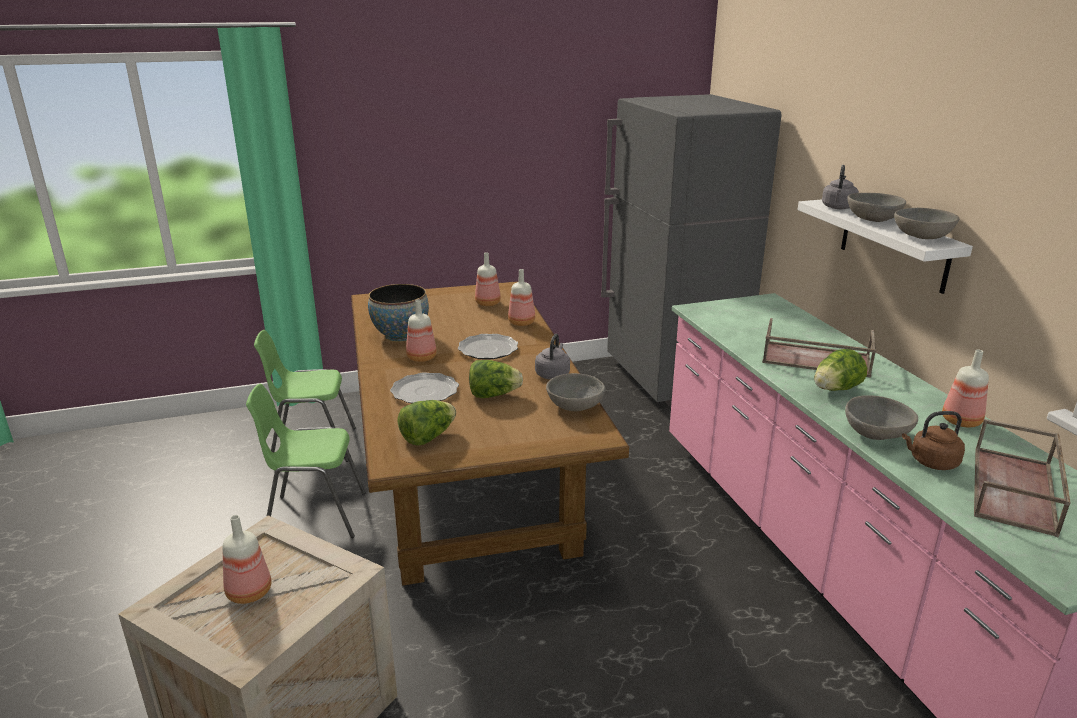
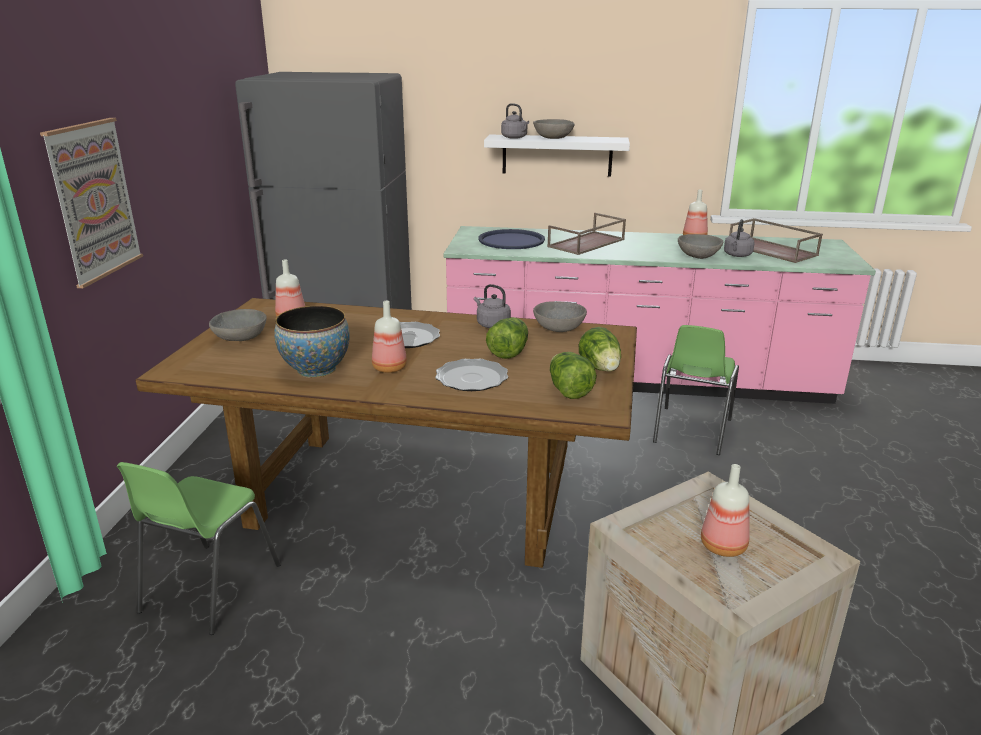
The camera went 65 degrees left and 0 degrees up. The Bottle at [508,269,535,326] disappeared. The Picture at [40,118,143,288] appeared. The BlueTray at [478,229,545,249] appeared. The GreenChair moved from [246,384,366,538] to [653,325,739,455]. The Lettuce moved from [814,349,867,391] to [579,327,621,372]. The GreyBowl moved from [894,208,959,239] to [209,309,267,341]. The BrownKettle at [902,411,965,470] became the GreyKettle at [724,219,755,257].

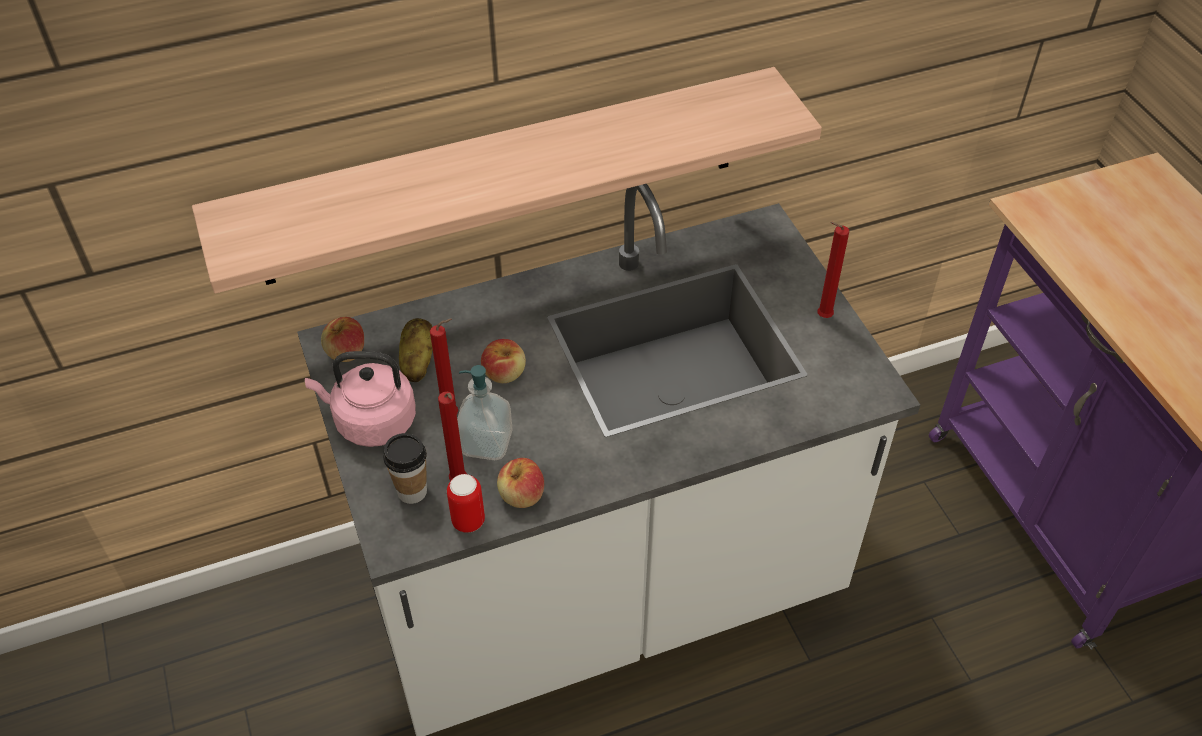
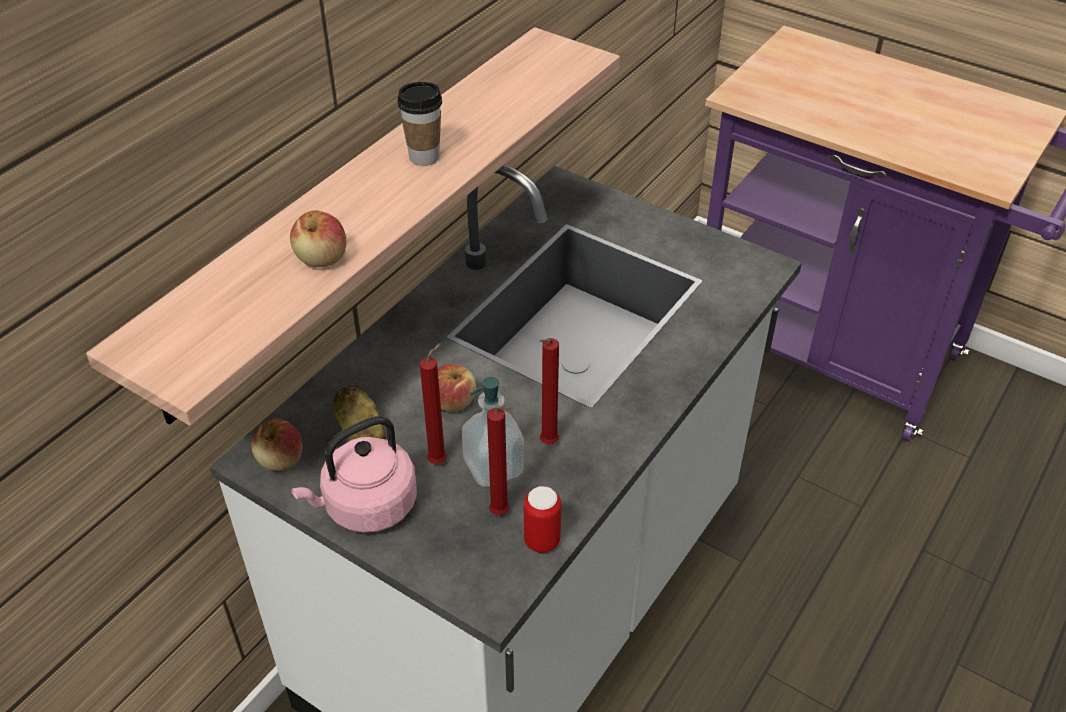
The camera went 35 degrees left and 5 degrees down. The Cup moved from [383,433,427,504] to [397,82,442,166]. The Apple moved from [497,458,544,508] to [290,210,346,267]. The RedCandle moved from [817,222,849,318] to [540,338,559,444].

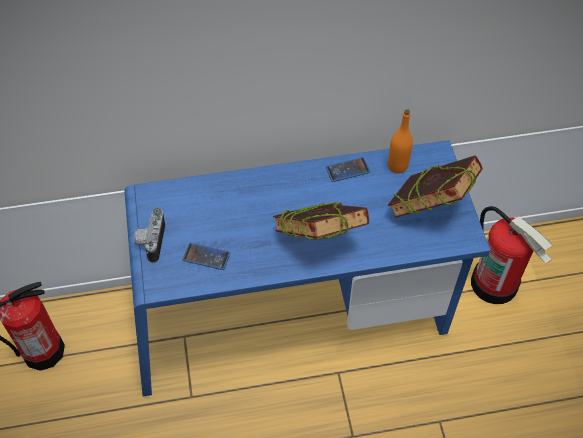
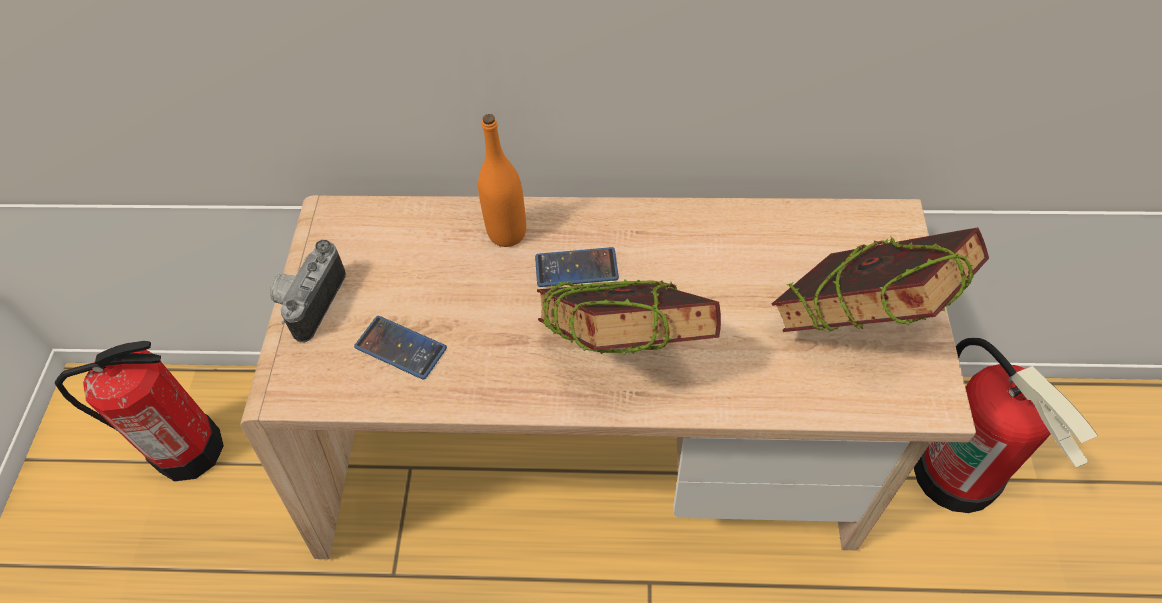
The camera went 15 degrees right and 0 degrees up. The Phone moved from [326,157,370,182] to [535,247,619,287]. The OrangeBottle moved from [388,110,413,174] to [478,114,526,247]. The BlueDesk at [124,140,490,396] became the BeigeDesk at [240,195,976,559].

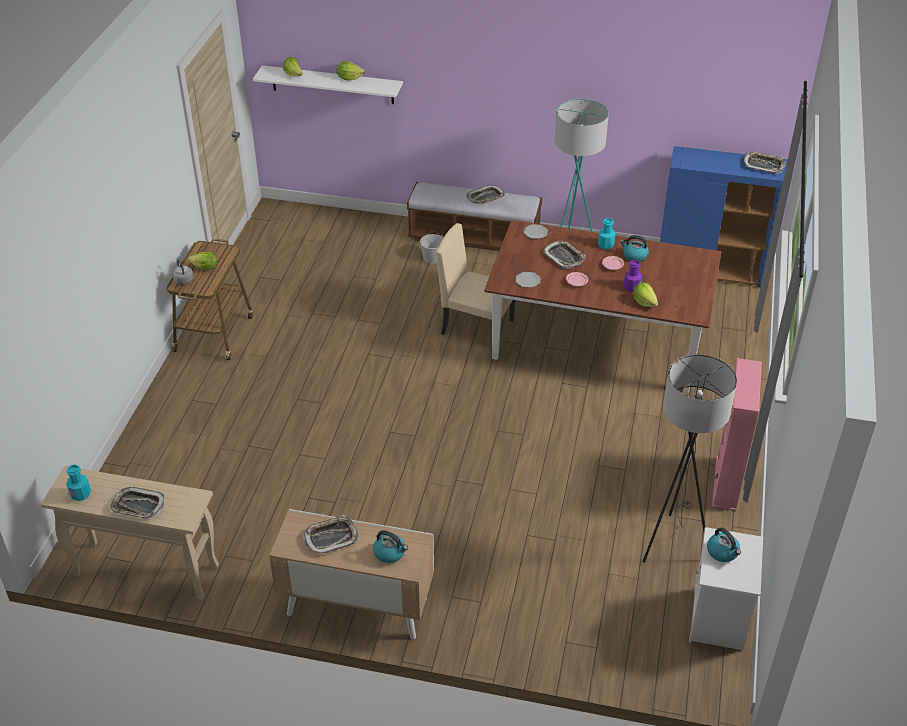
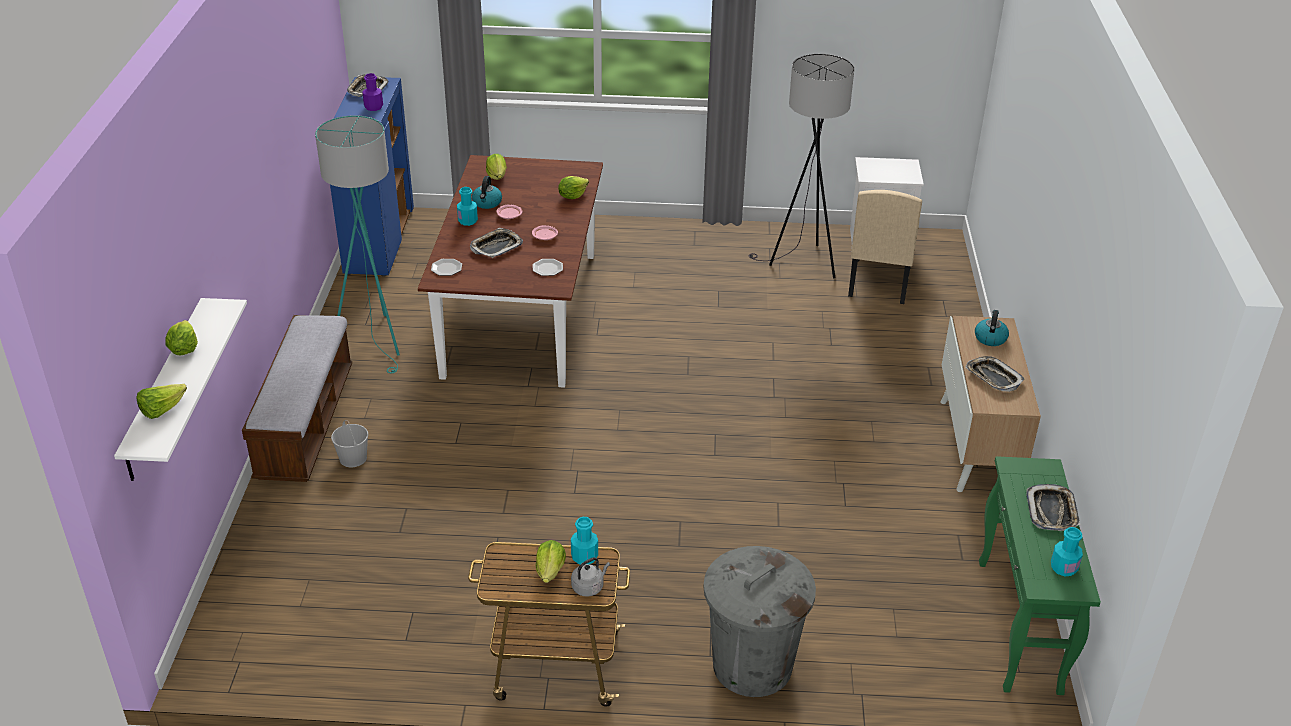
The camera went 100 degrees left and 5 degrees down. The Tray at [466,185,505,205] disappeared. The Kettle at [707,527,741,562] disappeared. The PinkBookcase at [712,358,762,511] disappeared. The Lettuce at [486,154,507,180] appeared. The TurquoiseBottle at [571,517,598,565] appeared. The GreyTrashCan at [704,546,816,697] appeared. The BeigeChair moved from [436,223,515,335] to [848,190,922,304]. The PurpleBottle moved from [624,260,642,292] to [362,73,383,111]. The BeigeConsoleTable at [41,466,219,599] became the GreenConsoleTable at [979,456,1101,695].

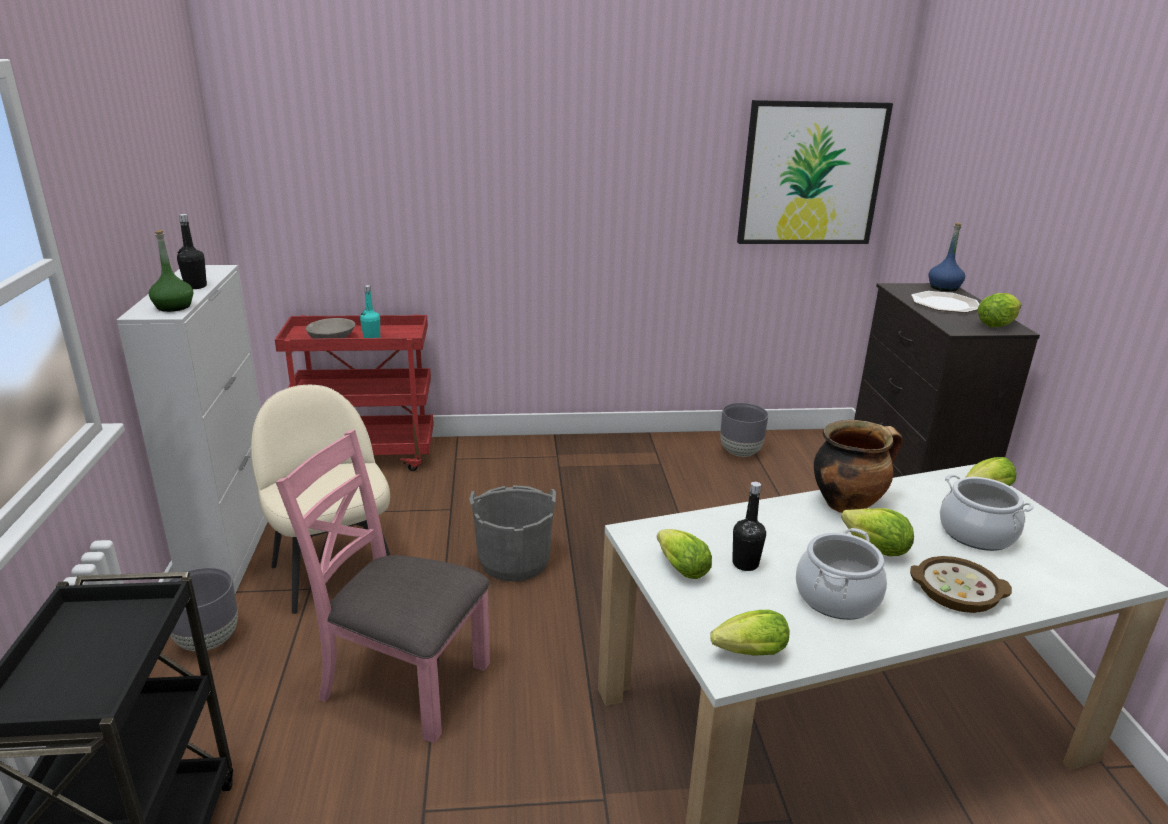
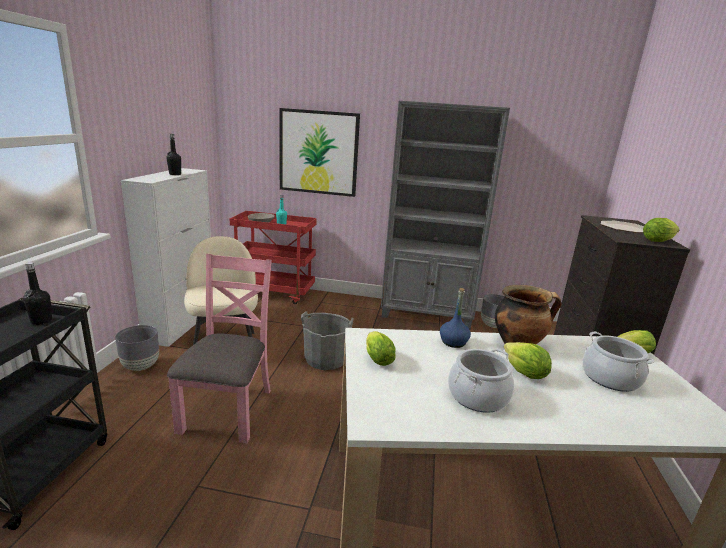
The camera went 15 degrees right and 5 degrees down. The GreenBottle at [149,230,193,312] disappeared. The Lettuce at [710,610,789,656] disappeared. The Bowl at [910,556,1012,613] disappeared. The GreyBookcase at [381,101,510,329] appeared. The BlackBottle moved from [732,482,766,571] to [23,262,52,325]. The Picture moved from [737,100,893,244] to [279,108,360,197]. The BlueBottle moved from [928,222,965,292] to [440,288,471,348]. The PinkChair at [276,430,490,743] turned 60 degrees clockwise.

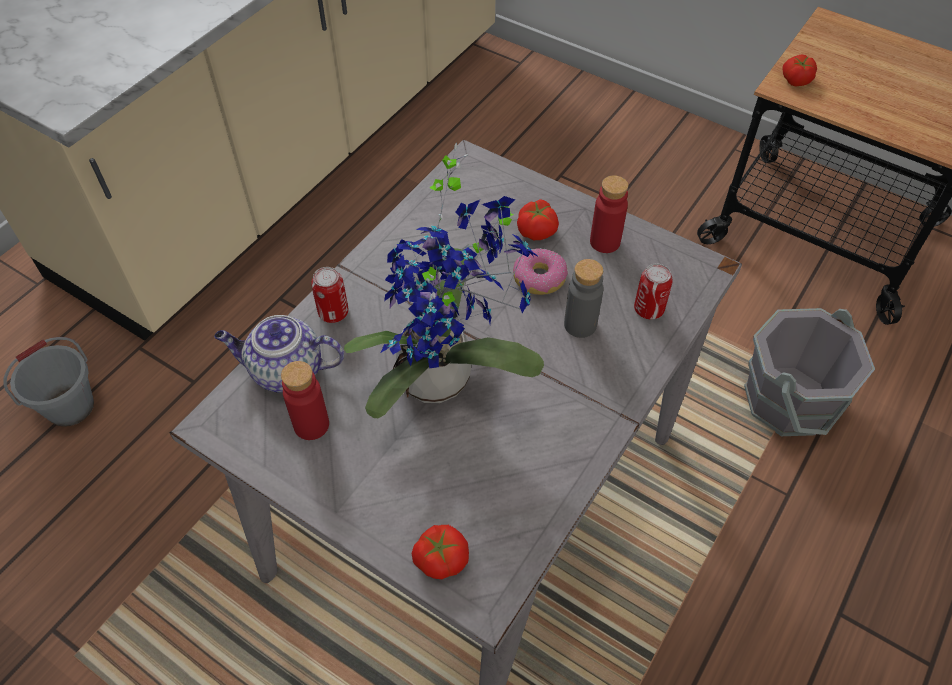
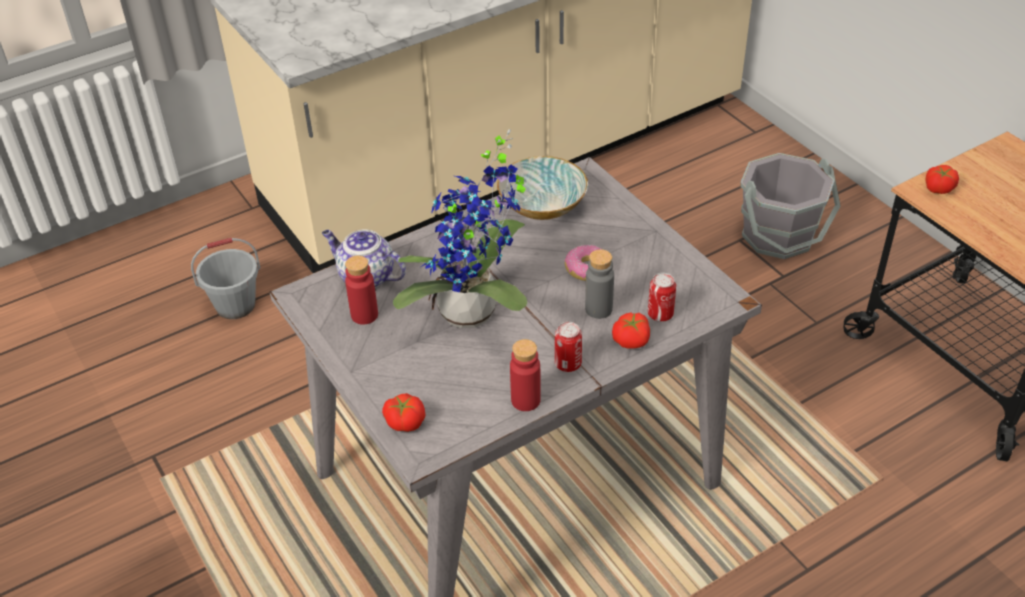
The camera went 25 degrees right and 10 degrees down. The Bowl at [497,156,588,220] appeared. The Can moved from [311,267,349,323] to [555,322,582,372]. The Tomato moved from [517,199,559,240] to [612,313,650,349]. The RedBottle moved from [590,175,628,253] to [510,339,541,411]. The GreyBucket moved from [744,308,875,436] to [740,153,841,259].

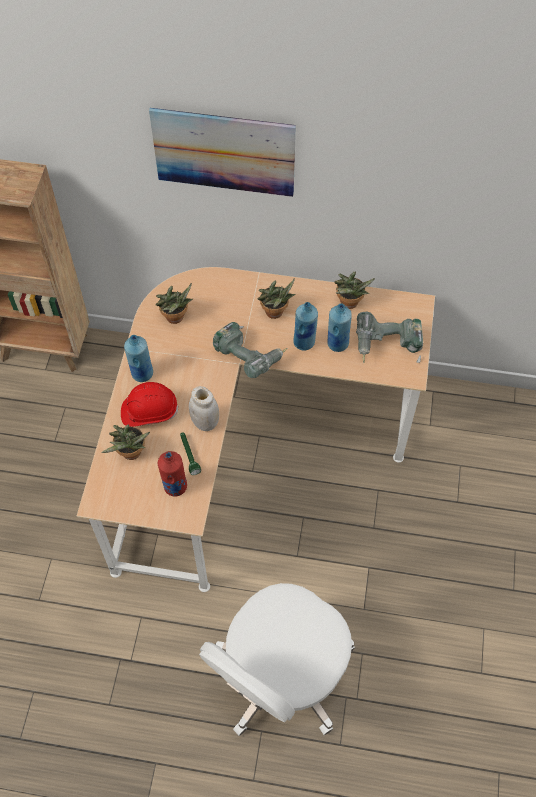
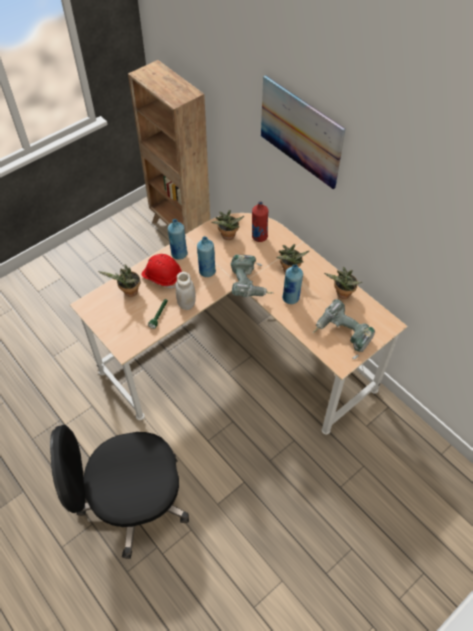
The camera went 40 degrees right and 5 degrees down. The RedBottle moved from [158,451,187,497] to [252,201,269,242]. The BlueBottle moved from [327,303,352,352] to [197,236,216,277]. The WhiteOfficeChair at [199,583,355,736] became the BlackOfficeChair at [50,425,189,559].

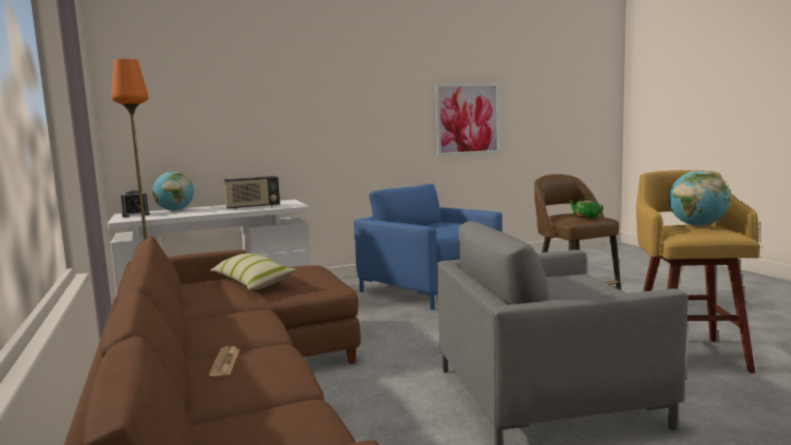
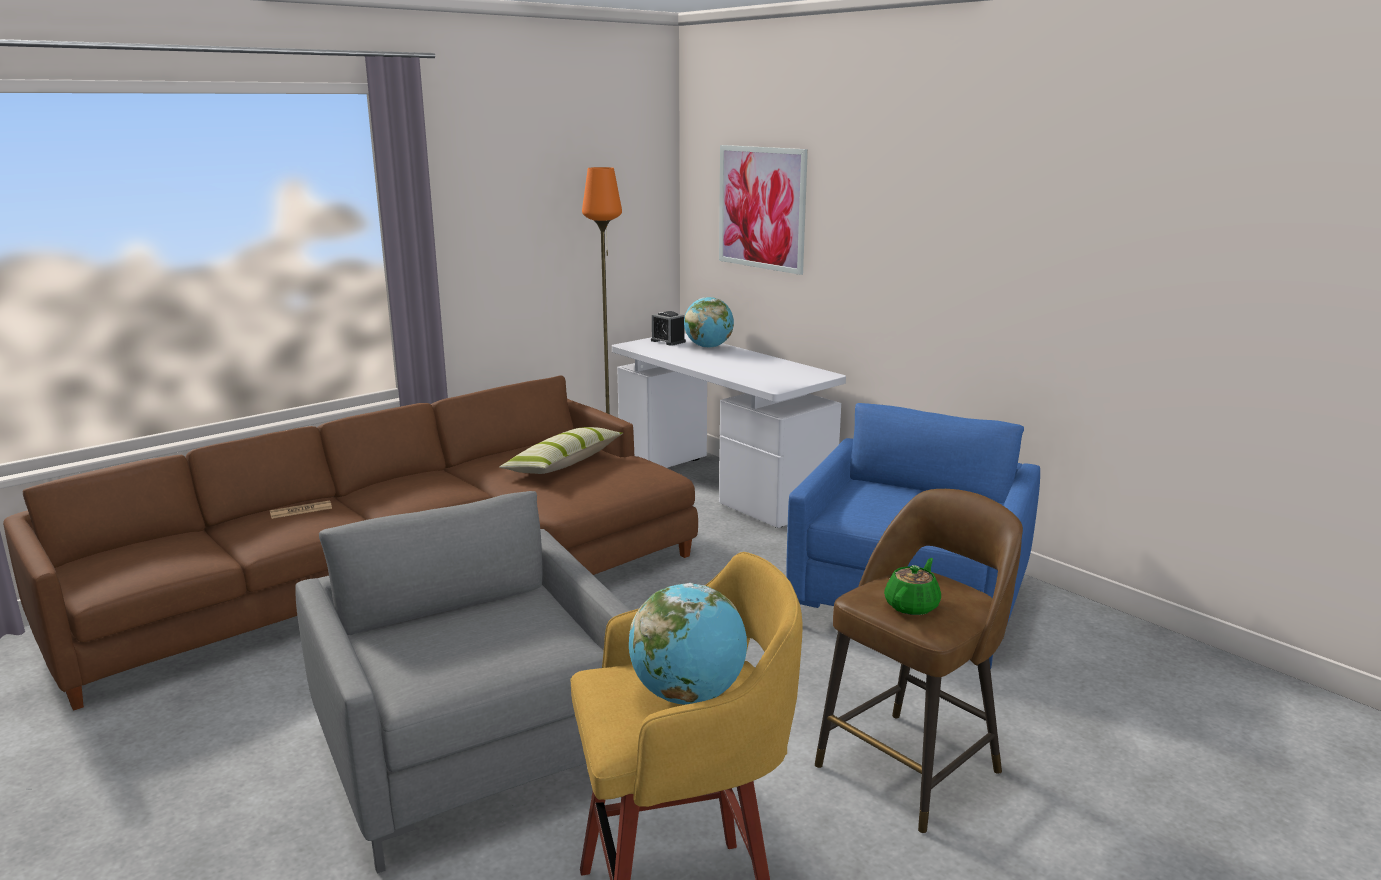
The camera went 70 degrees right and 10 degrees up. The Radio at [224,176,280,209] disappeared. The Picture moved from [435,83,500,156] to [719,145,808,275].

